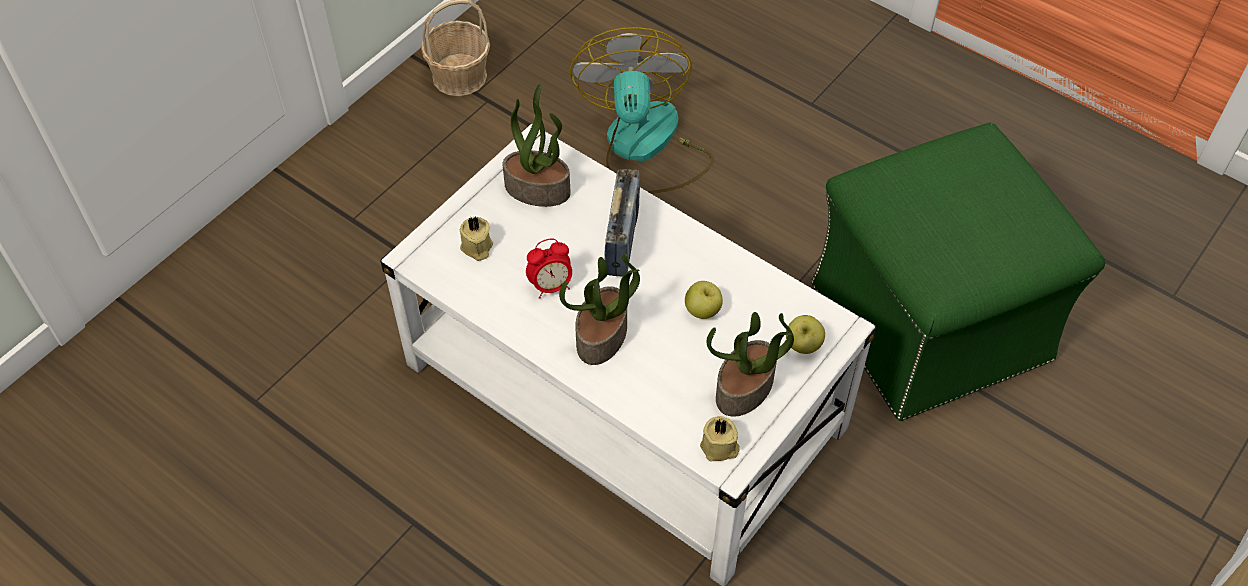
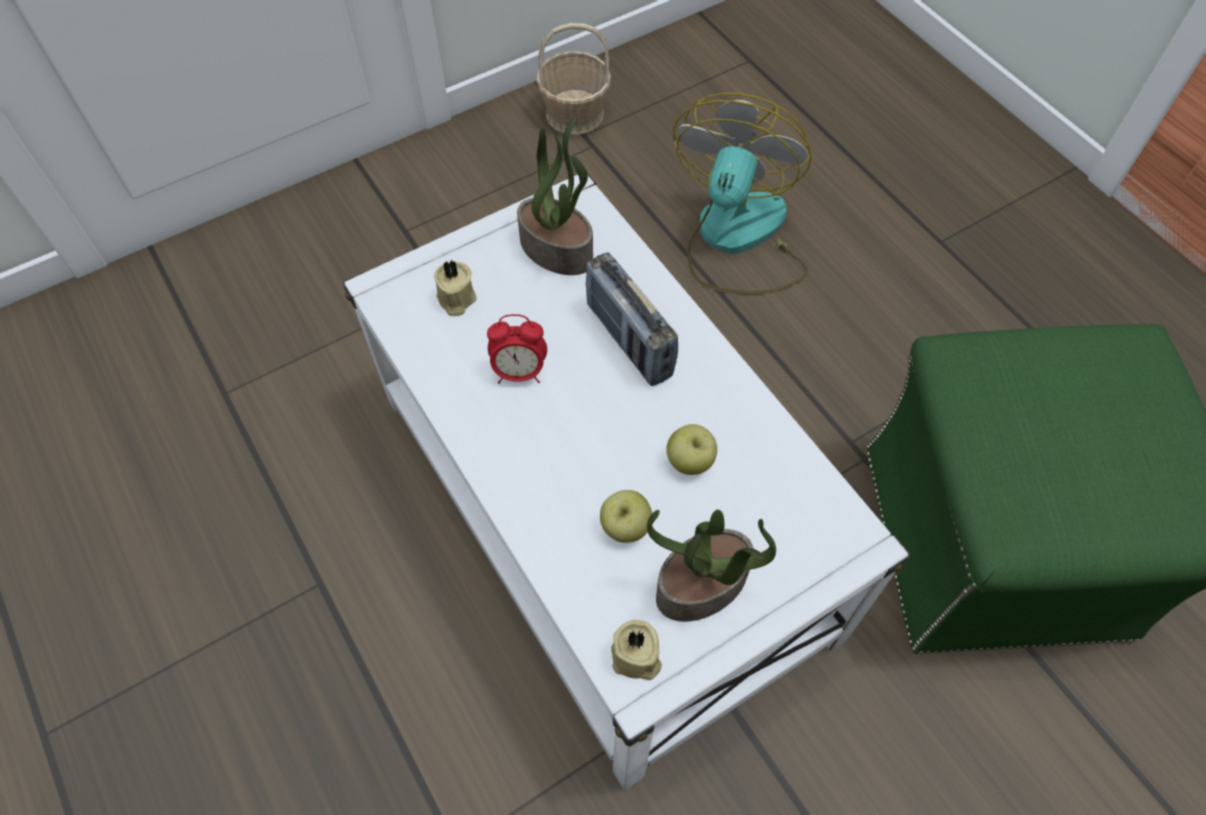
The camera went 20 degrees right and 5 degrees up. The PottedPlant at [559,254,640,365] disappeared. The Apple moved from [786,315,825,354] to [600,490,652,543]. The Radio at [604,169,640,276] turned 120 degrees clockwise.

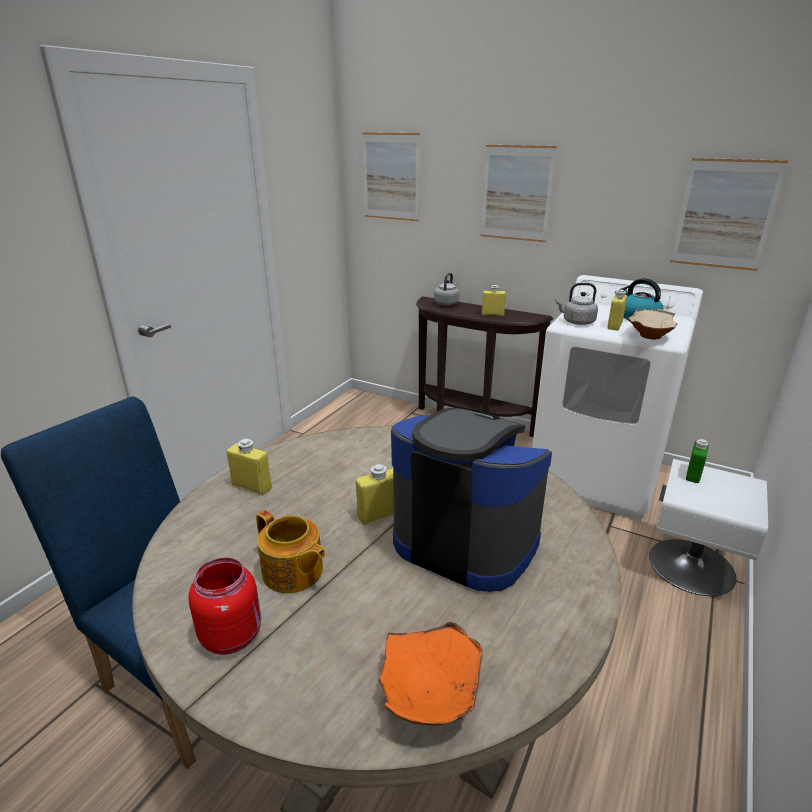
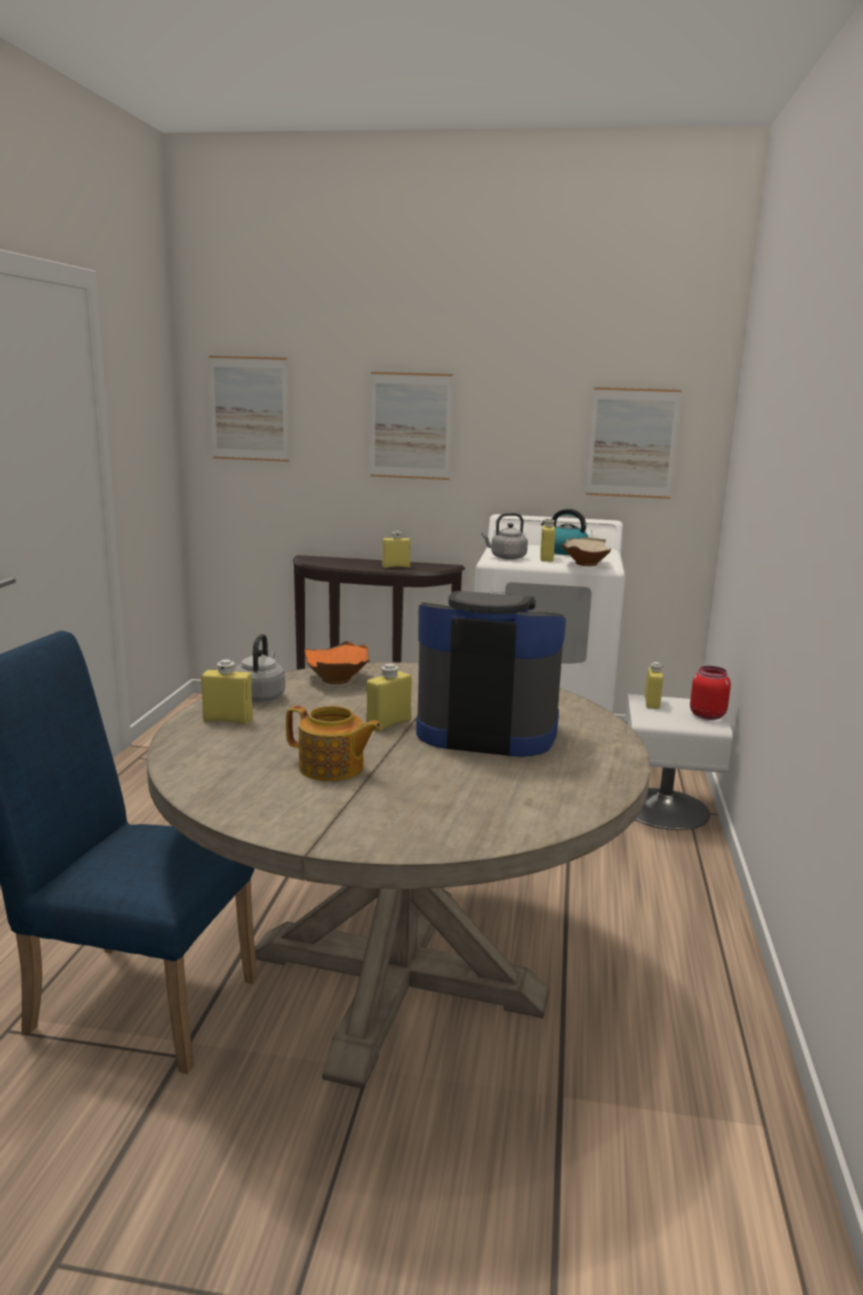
The camera went 20 degrees left and 10 degrees down. The RedJar moved from [188,557,261,655] to [690,666,731,720]. The OrangeBowl moved from [379,622,482,726] to [304,641,370,684]. The GreyKettle moved from [434,272,460,306] to [234,634,285,702]. The GreenBottle at [686,439,709,483] became the YellowBottle at [645,662,663,709].

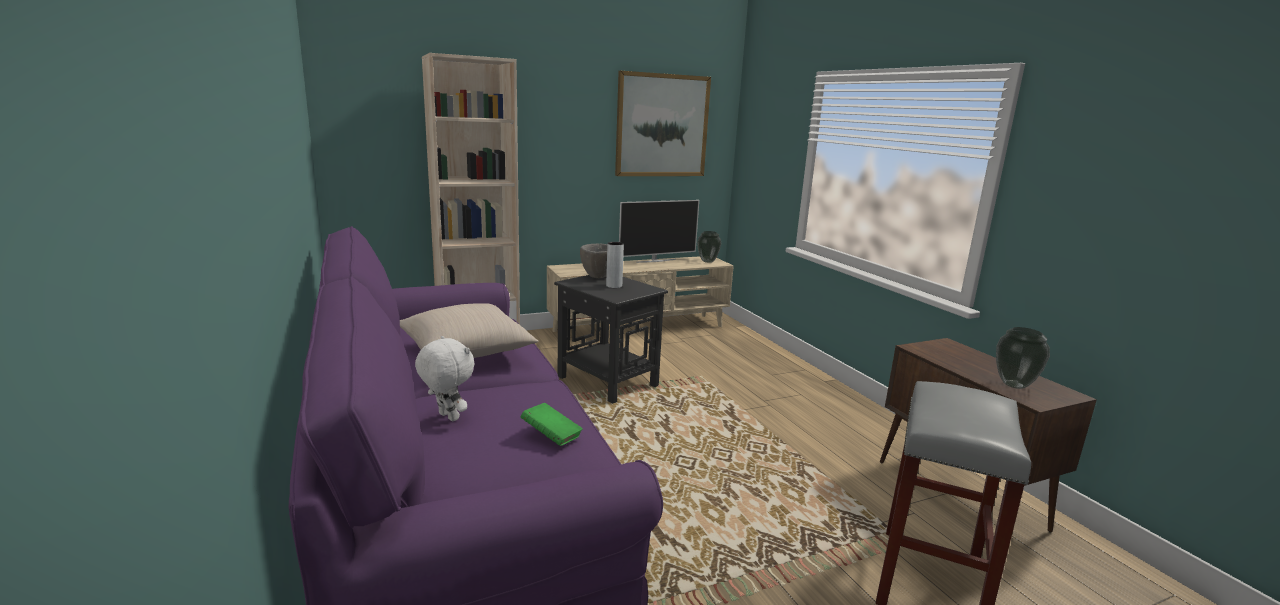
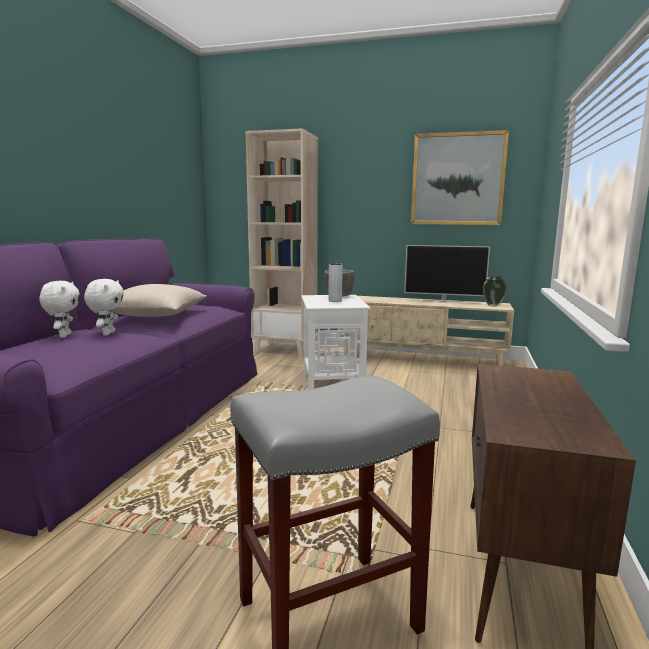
The camera went 40 degrees right and 5 degrees down. The GreenBook at [521,403,583,446] disappeared. The Vase at [996,327,1050,389] disappeared. The WhitePlushToy at [84,279,124,336] appeared. The BlackSideTable at [554,275,668,404] became the WhiteSideTable at [301,295,371,390].

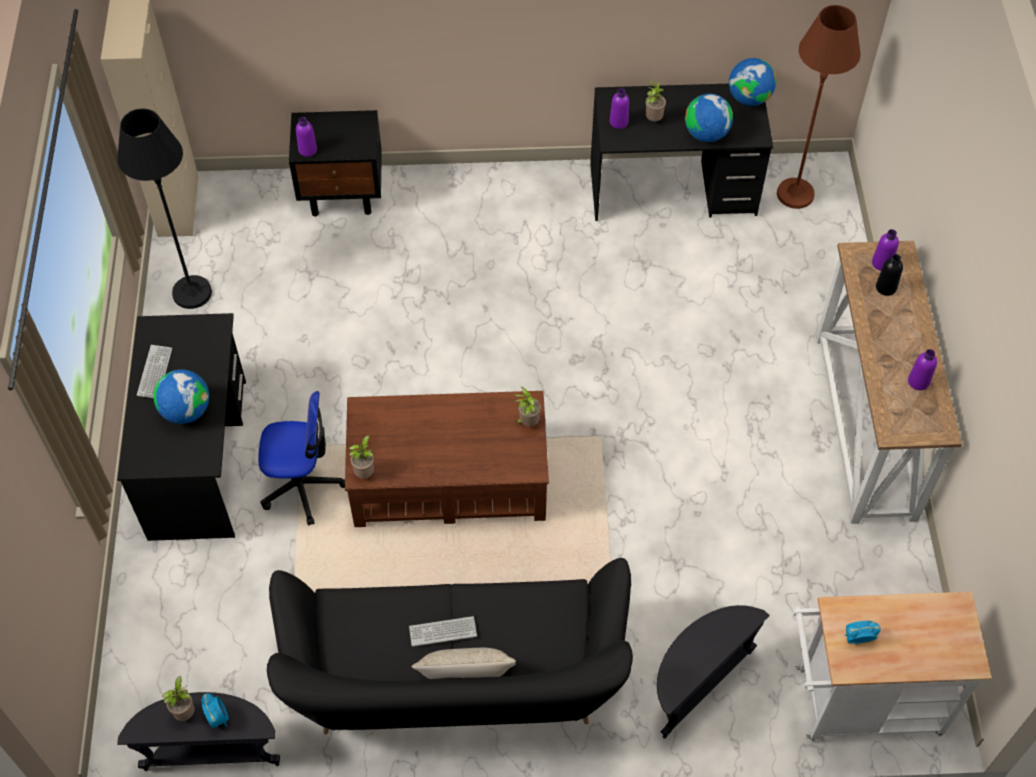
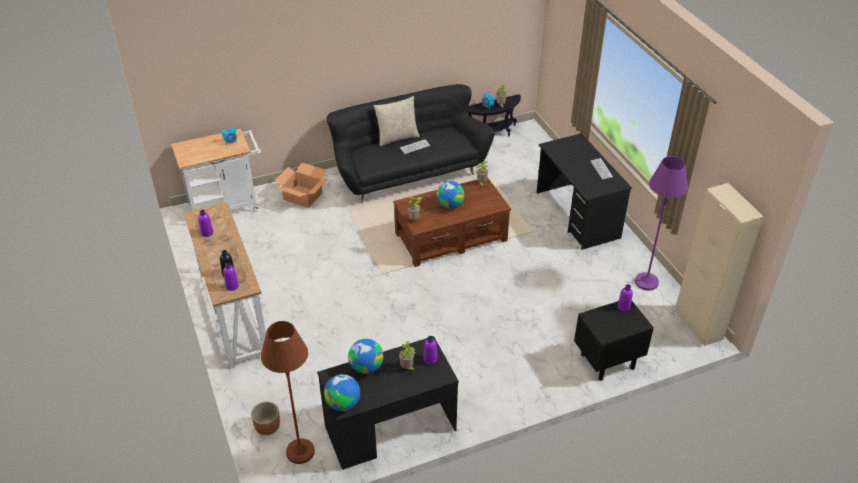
The camera went 160 degrees right and 15 degrees down. The OfficeChair at [258,391,345,526] disappeared. The Planter at [251,402,280,435] appeared. The Globe moved from [153,369,209,424] to [437,181,464,209]. The BlackSideTable at [657,605,770,739] was replaced by the CardboardBox at [274,163,327,208]. The BlackFloorLamp at [117,108,212,309] became the PurpleFloorLamp at [635,156,688,291].

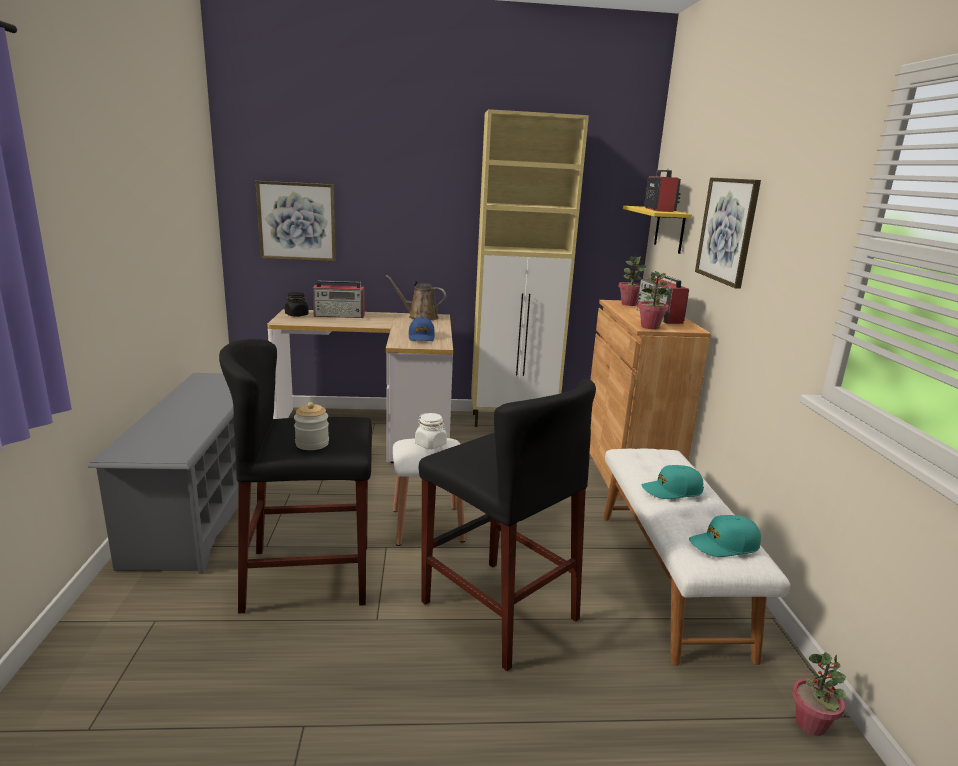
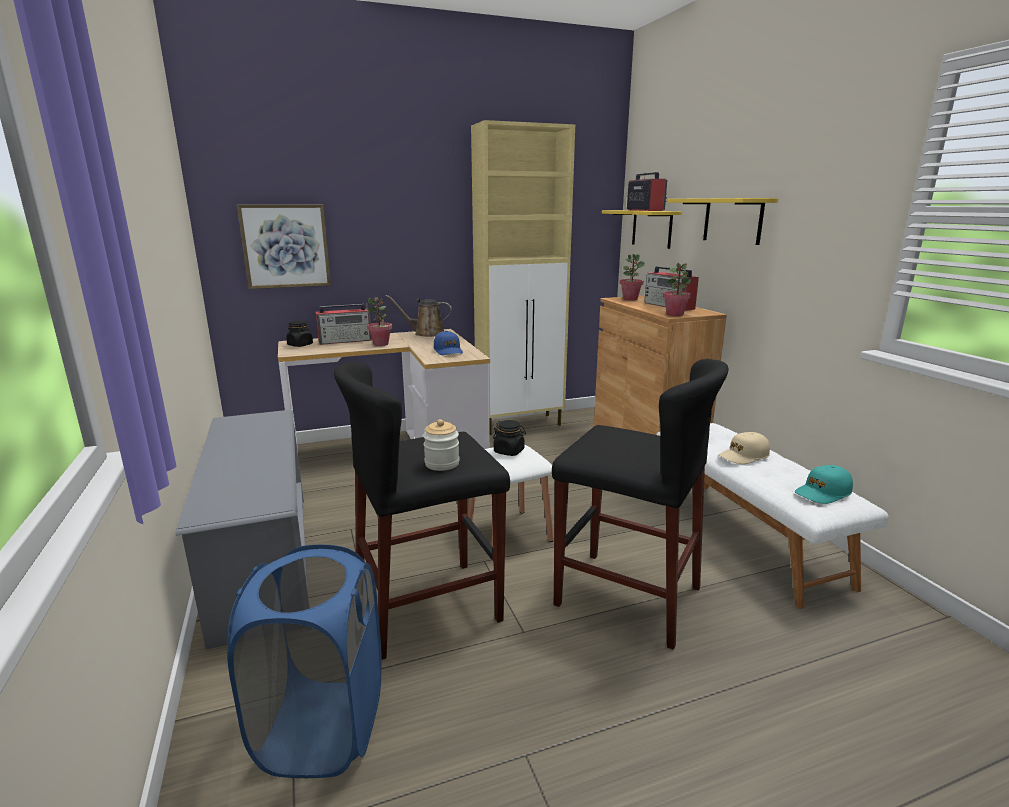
The camera went 15 degrees left and 0 degrees up. The BlueLaundryBasket at [227,544,382,778] appeared. The PottedPlant moved from [792,652,846,736] to [367,297,392,346]. The Picture at [695,178,761,289] was replaced by the YellowShelf at [668,198,778,245]. The WhiteJar at [415,413,447,449] became the BlackJar at [493,420,526,456]. The TurquoiseCap at [642,465,704,499] became the BeigeCap at [718,432,770,464].

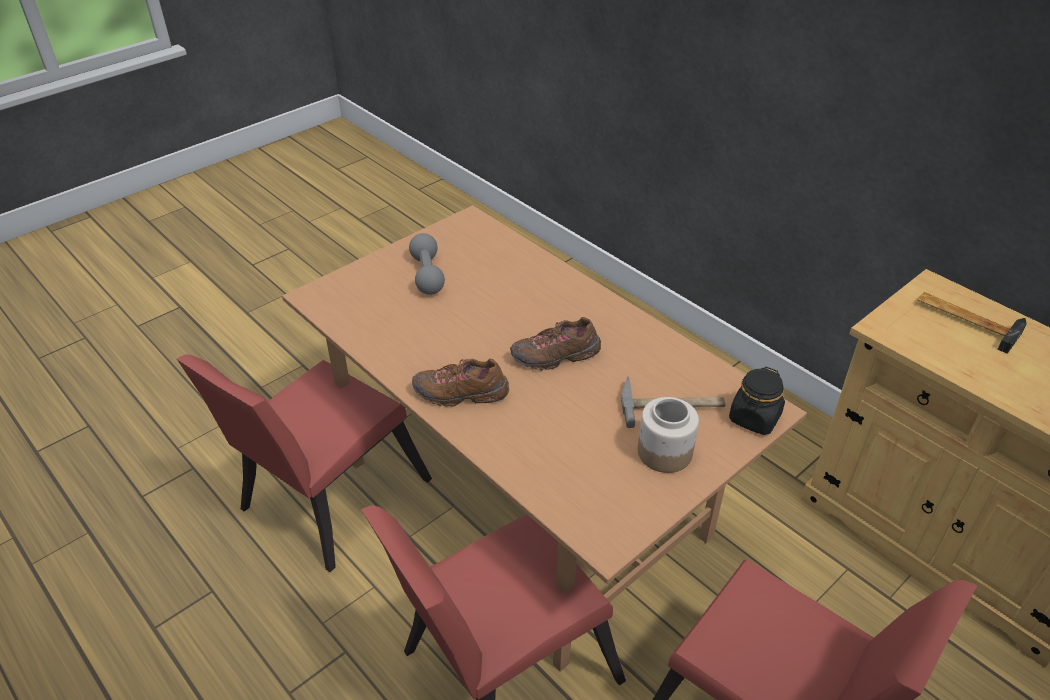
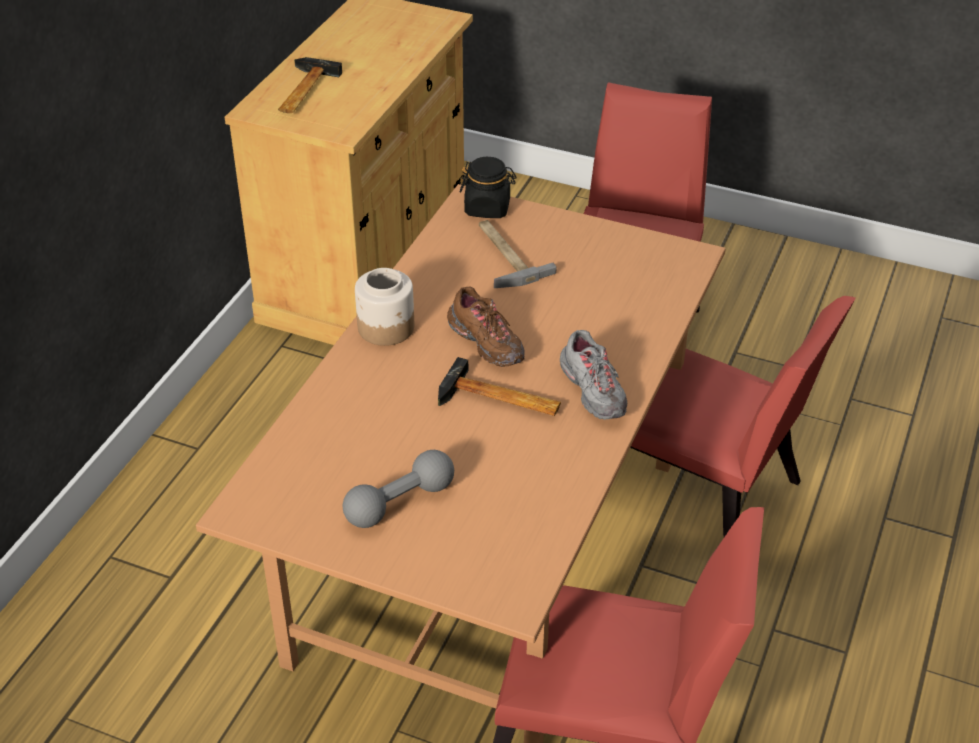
The camera went 115 degrees left and 0 degrees up. The Hammer at [438,357,561,416] appeared. The Jar moved from [638,397,699,473] to [355,268,414,346]. The BrownShoe at [412,358,509,407] became the GreyShoe at [560,330,627,420].

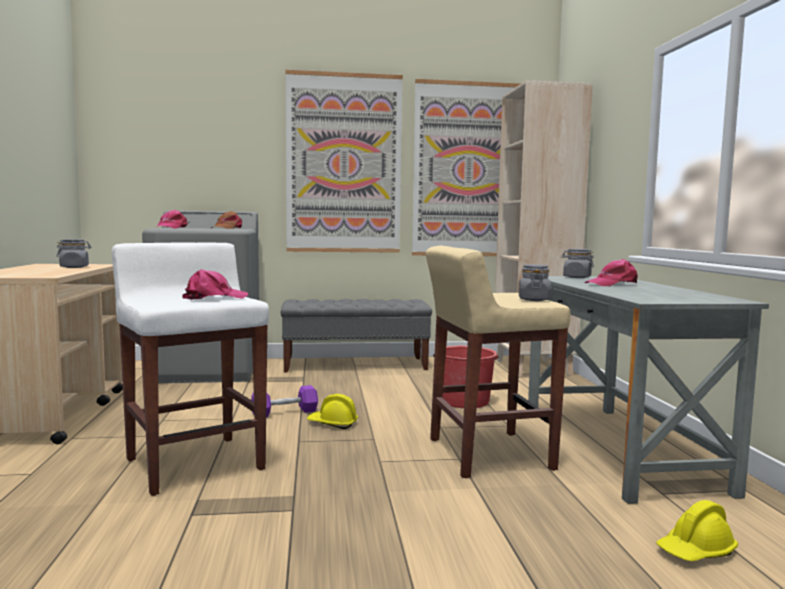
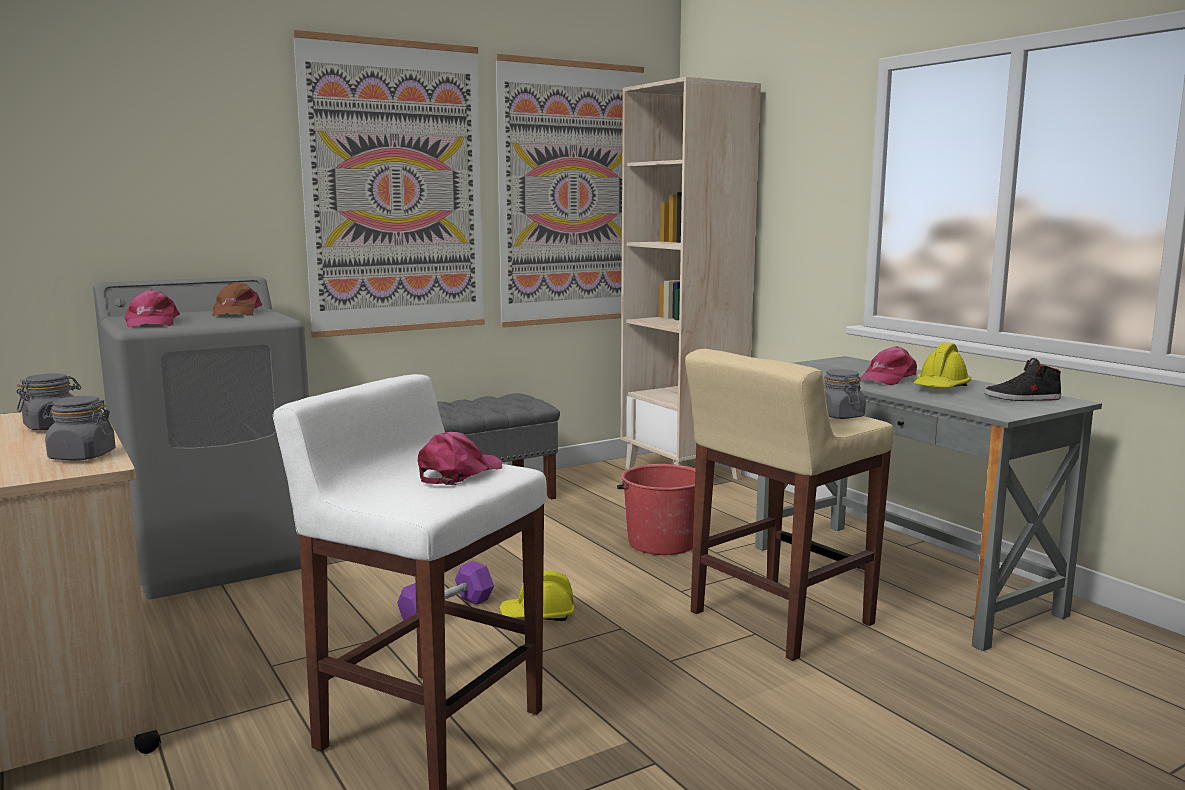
The camera went 25 degrees left and 5 degrees up. The BlackShoe at [984,358,1061,401] appeared. The GreyJar moved from [561,249,594,278] to [43,396,116,461]. The YellowHardHat moved from [656,500,738,561] to [914,343,971,388].

